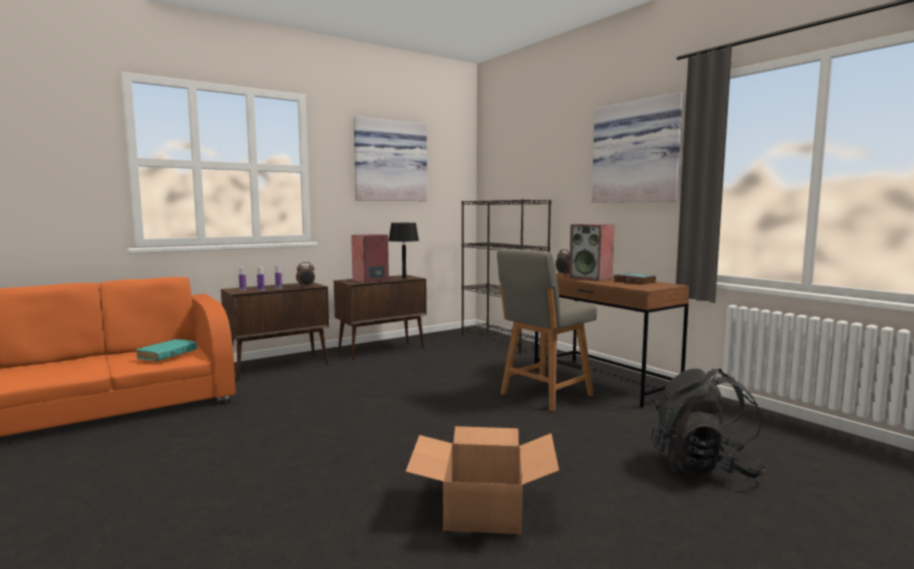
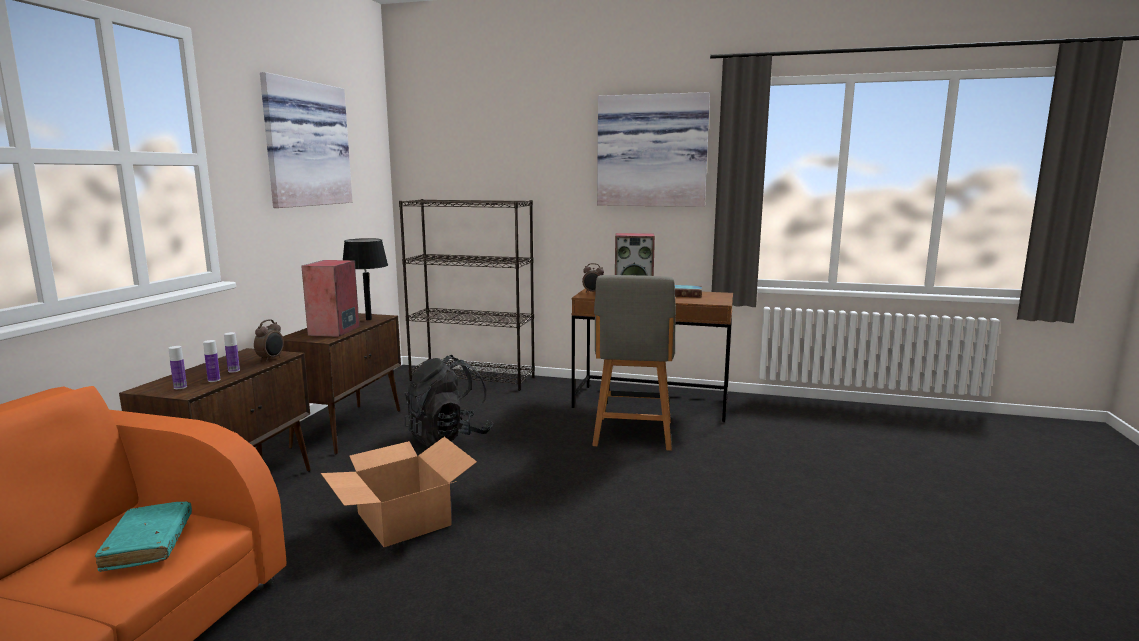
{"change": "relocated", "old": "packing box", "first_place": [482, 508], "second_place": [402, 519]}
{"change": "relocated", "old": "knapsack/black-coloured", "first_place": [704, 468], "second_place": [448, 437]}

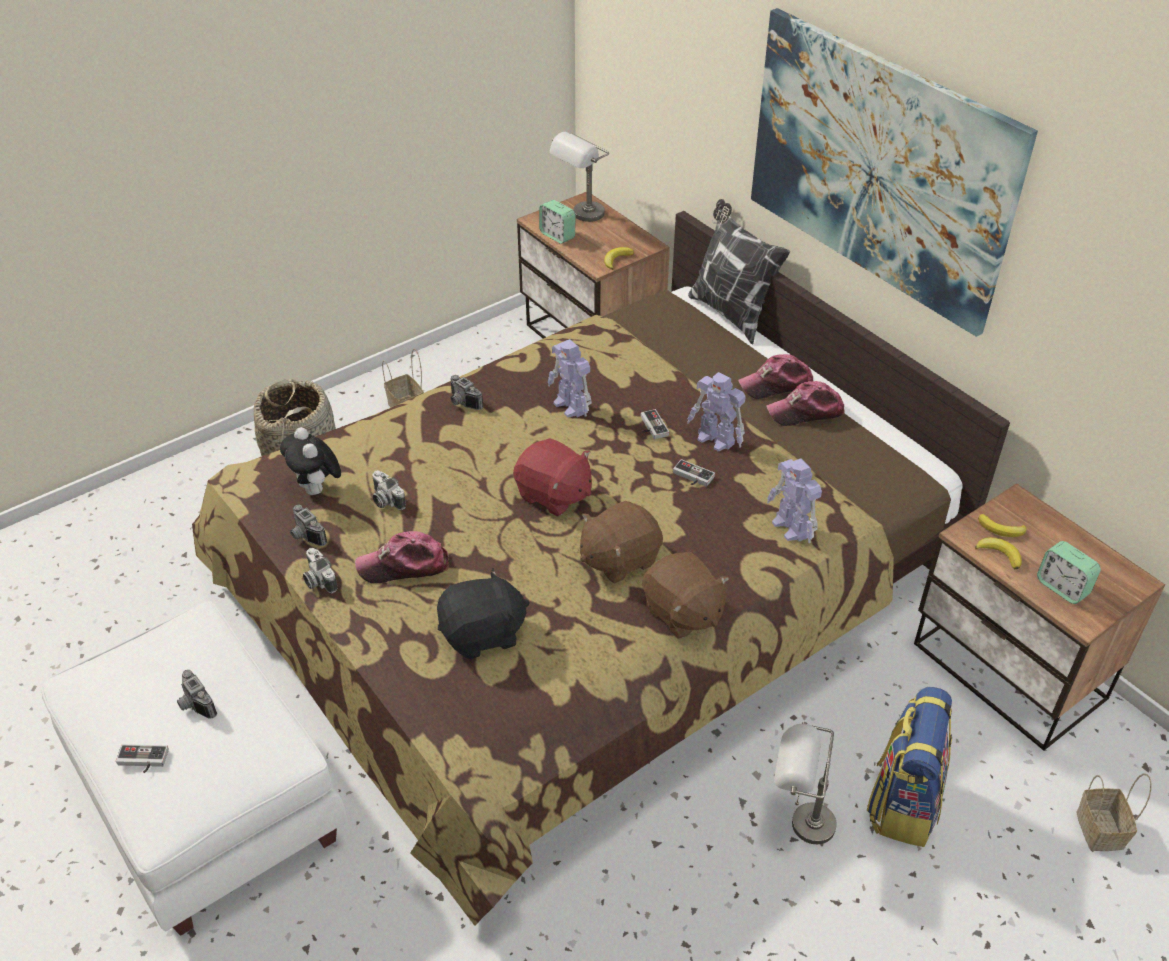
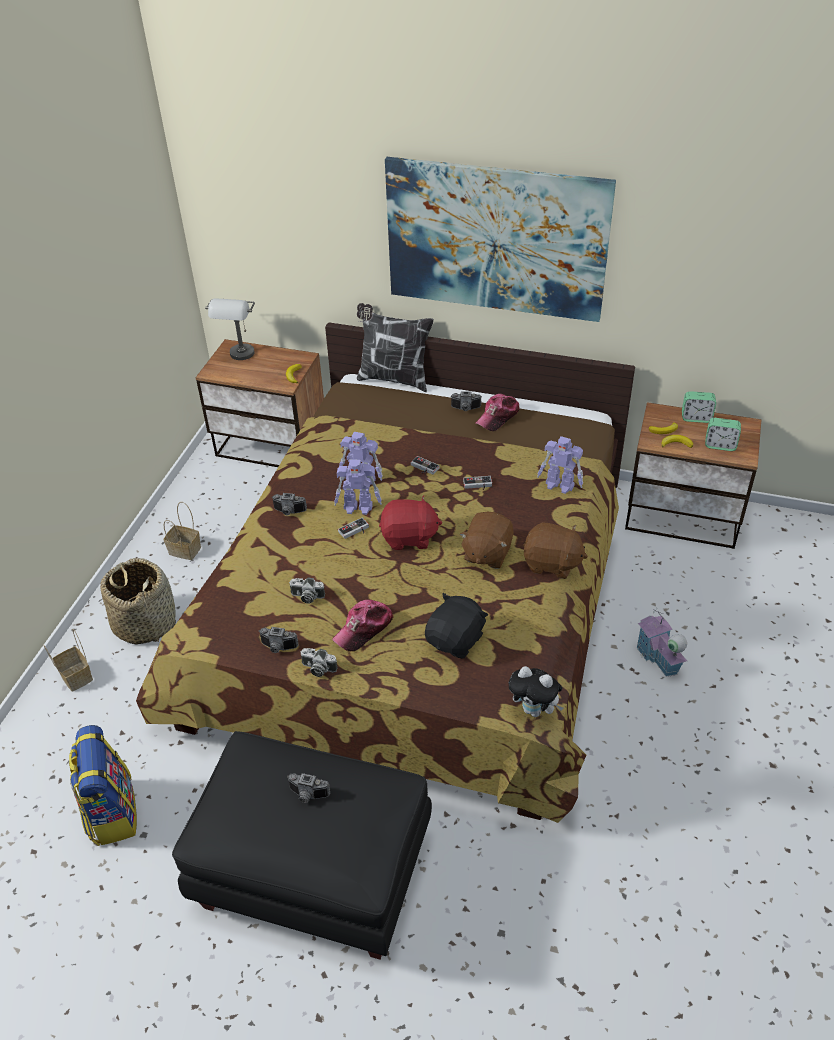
{"change": "relocated", "old": "joypad", "first_place": [142, 761], "second_place": [355, 531]}
{"change": "relocated", "old": "cuddly toy", "first_place": [317, 490], "second_place": [534, 710]}
{"change": "relocated", "old": "table clock", "first_place": [557, 236], "second_place": [696, 418]}
{"change": "relocated", "old": "toy robot", "first_place": [716, 440], "second_place": [359, 507]}
{"change": "relocated", "old": "knapsack", "first_place": [903, 802], "second_place": [111, 812]}
{"change": "relocated", "old": "storage basket", "first_place": [1098, 828], "second_place": [75, 676]}
{"change": "exchanged", "old": "peaked cap", "new": "photo camera", "first_place": [776, 384], "second_place": [465, 409]}
{"change": "exchanged", "old": "table lamp/grey", "new": "model house", "first_place": [797, 822], "second_place": [657, 658]}
{"change": "colour", "old": "pouffe/white-coloured", "new": "pouffe/black-coloured", "first_place": [211, 803], "second_place": [315, 871]}

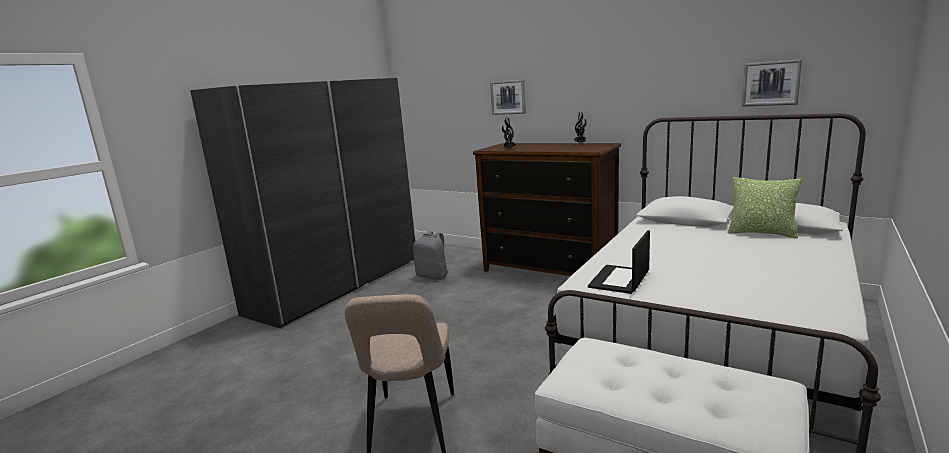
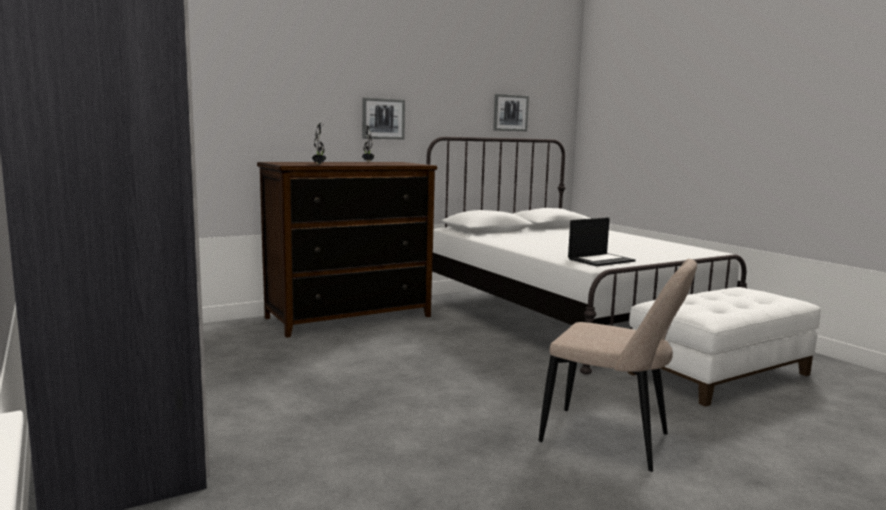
{"change": "missing", "old": "knapsack/grey", "first_place": [433, 276]}
{"change": "missing", "old": "pillow", "first_place": [761, 233]}
{"change": "relocated", "old": "wall picture", "first_place": [508, 97], "second_place": [383, 119]}
{"change": "spun", "old": "portable computer", "first_place": [619, 280], "second_place": [601, 260], "degrees": -90}

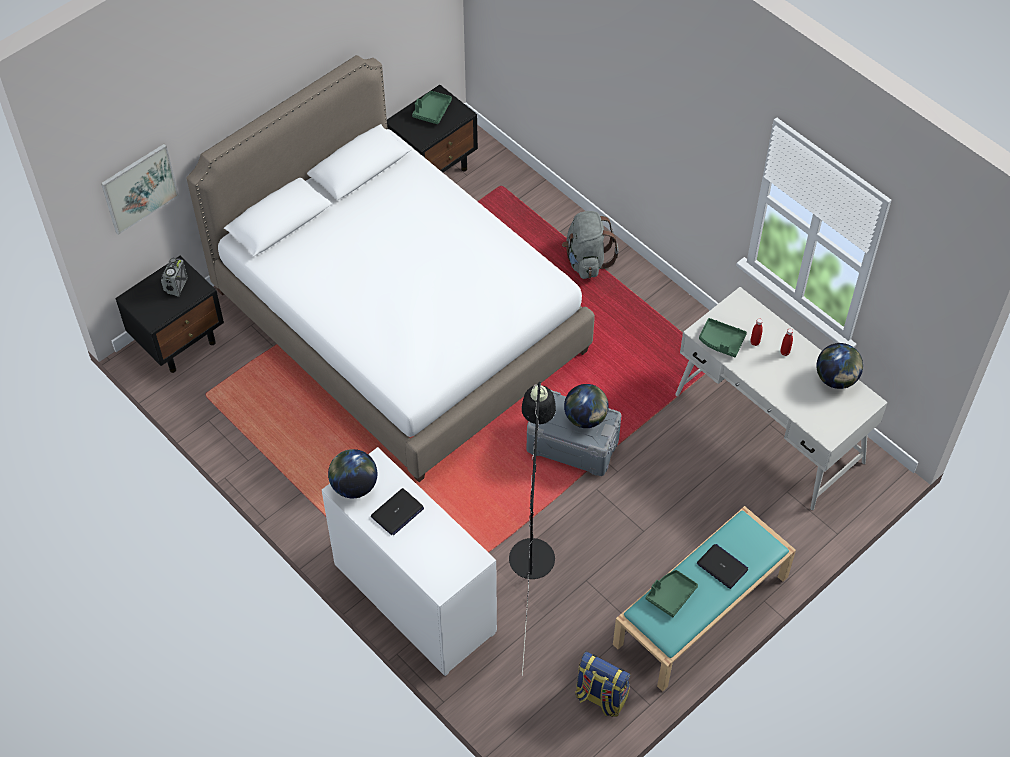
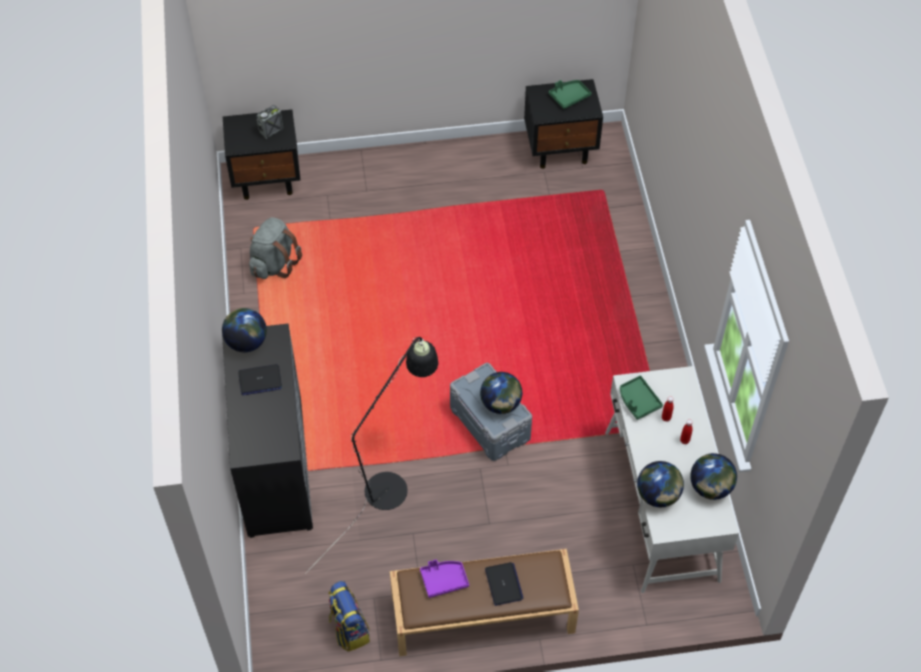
{"change": "missing", "old": "wall picture", "first_place": [139, 188]}
{"change": "missing", "old": "sleeping bed/white-coloured", "first_place": [399, 321]}
{"change": "appeared", "new": "world globe", "second_place": [658, 495]}
{"change": "relocated", "old": "knapsack/grey", "first_place": [586, 260], "second_place": [274, 263]}
{"change": "colour", "old": "chest of drawers/white-coloured", "new": "chest of drawers/black-coloured", "first_place": [414, 599], "second_place": [275, 467]}
{"change": "colour", "old": "long seat/blue-green", "new": "long seat/brownish", "first_place": [701, 611], "second_place": [481, 614]}
{"change": "colour", "old": "serving tray/green-coloured", "new": "serving tray/purplish", "first_place": [670, 595], "second_place": [444, 580]}

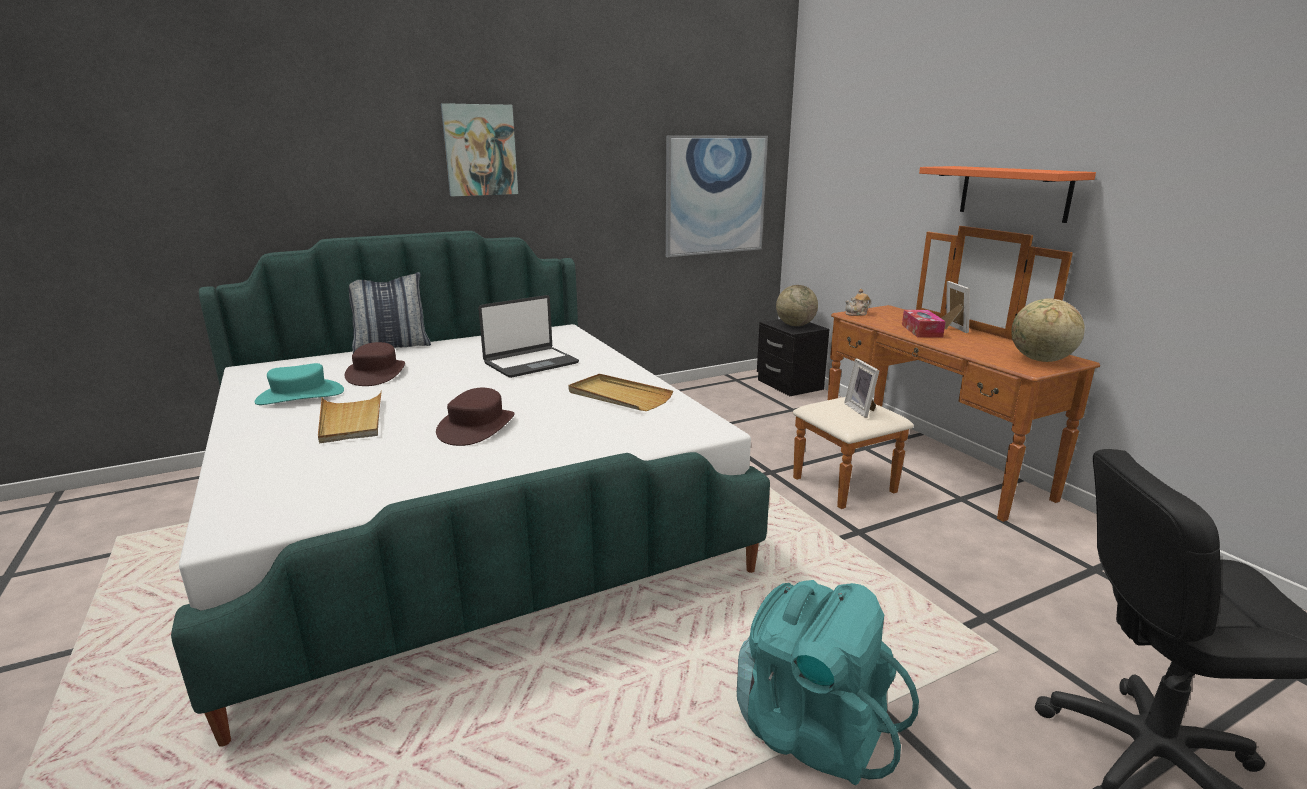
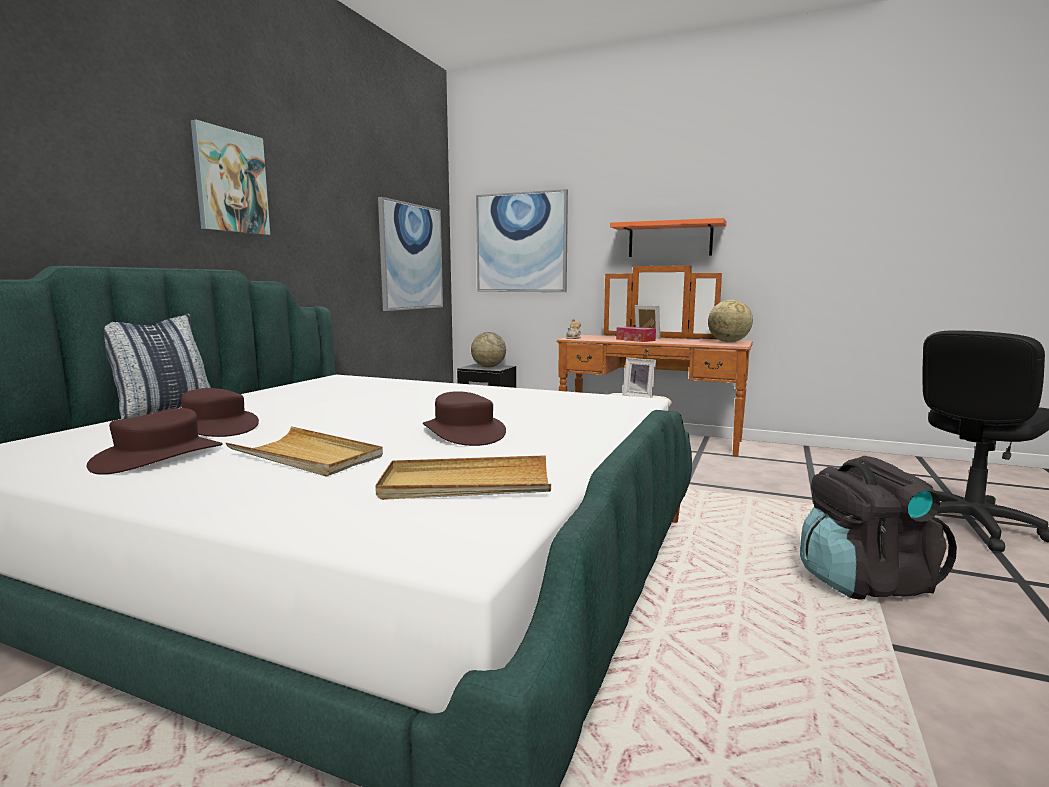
{"change": "missing", "old": "portable computer", "first_place": [530, 363]}
{"change": "appeared", "new": "wall picture", "second_place": [521, 243]}
{"change": "relocated", "old": "serving tray/beige-coloured", "first_place": [618, 396], "second_place": [466, 484]}
{"change": "colour", "old": "hat/blue-green", "new": "hat/brownish", "first_place": [300, 396], "second_place": [159, 457]}
{"change": "colour", "old": "knapsack/blue-green", "new": "knapsack/black-coloured", "first_place": [812, 729], "second_place": [864, 582]}

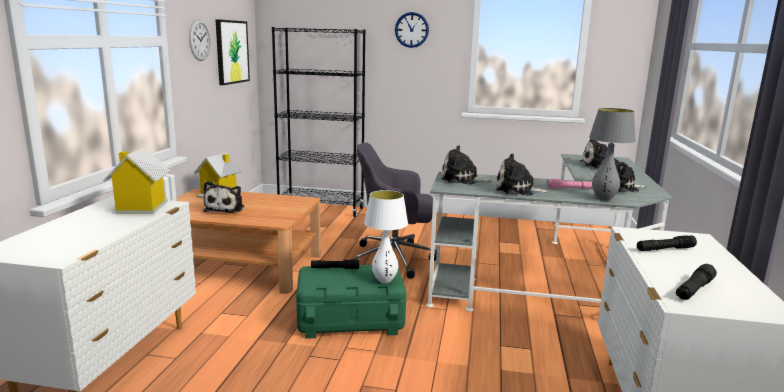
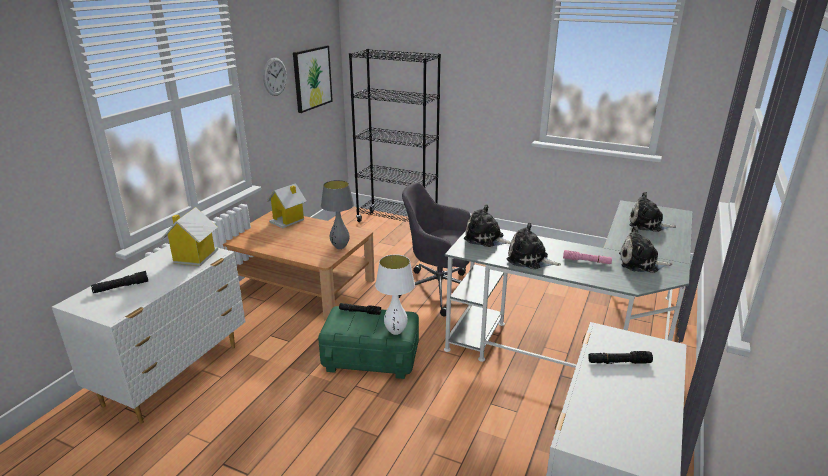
{"change": "missing", "old": "cuddly toy", "first_place": [226, 208]}
{"change": "missing", "old": "hanging clock", "first_place": [411, 30]}
{"change": "relocated", "old": "table lamp/grey", "first_place": [603, 199], "second_place": [340, 247]}
{"change": "relocated", "old": "torch/black-coloured", "first_place": [694, 290], "second_place": [121, 287]}

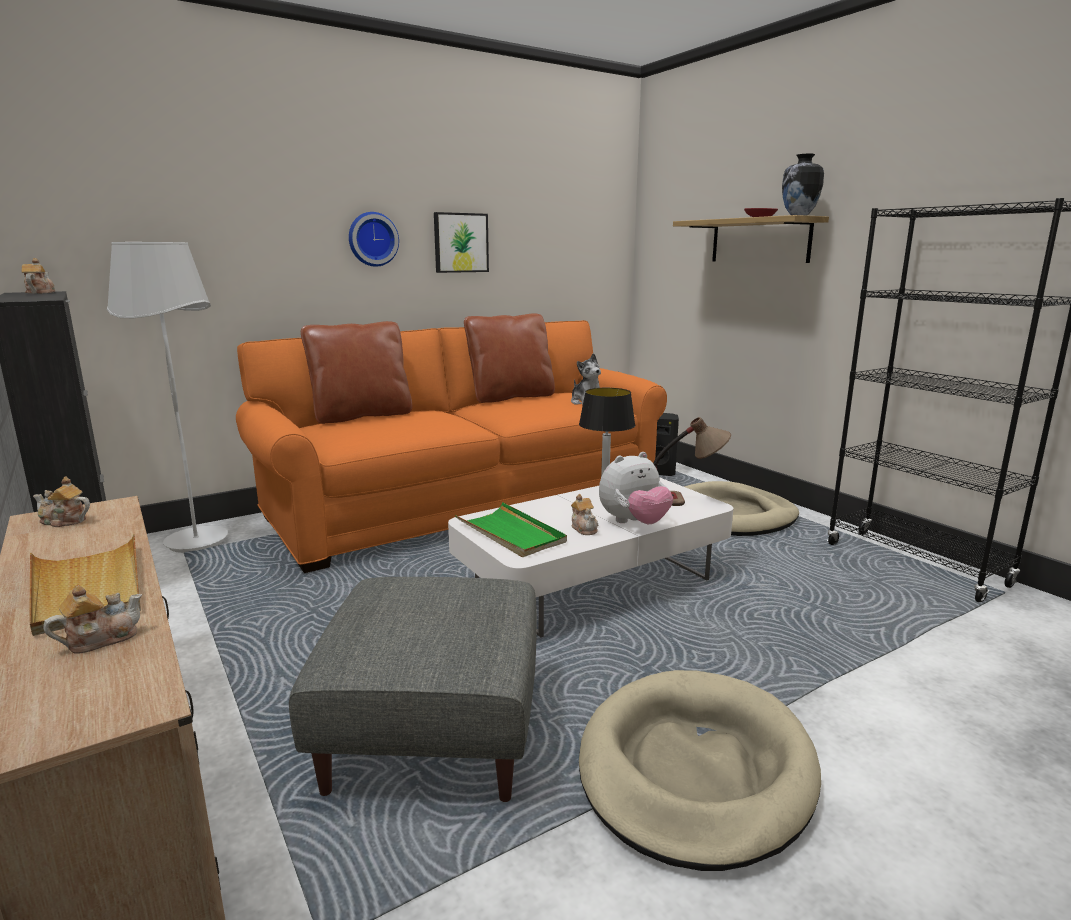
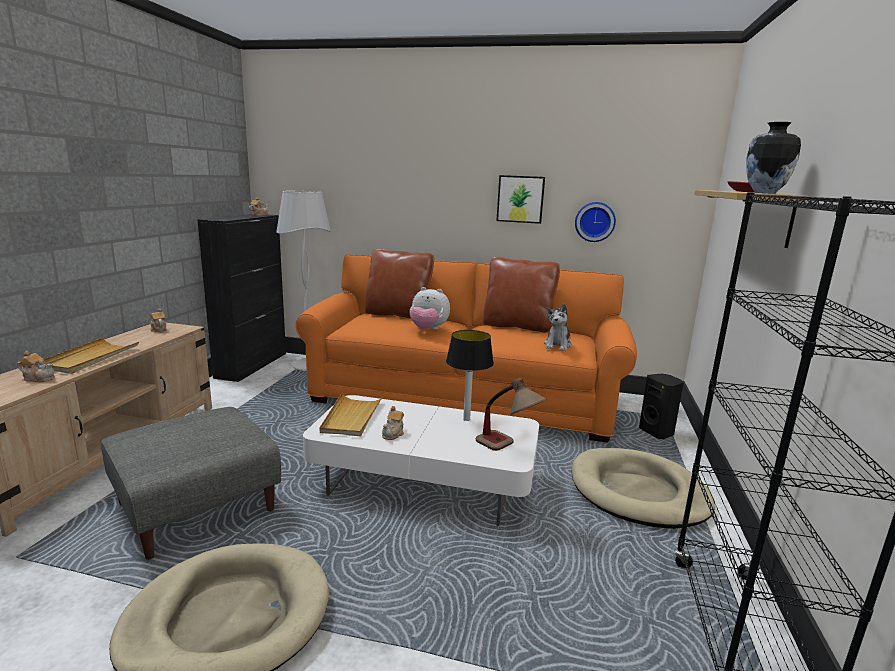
{"change": "relocated", "old": "hanging clock", "first_place": [372, 239], "second_place": [594, 222]}
{"change": "relocated", "old": "cuddly toy", "first_place": [634, 523], "second_place": [428, 329]}
{"change": "colour", "old": "serving tray/green-coloured", "new": "serving tray/beige-coloured", "first_place": [511, 533], "second_place": [351, 417]}

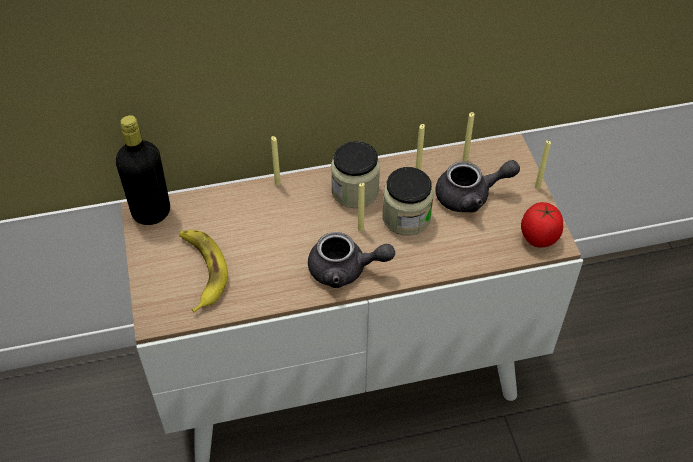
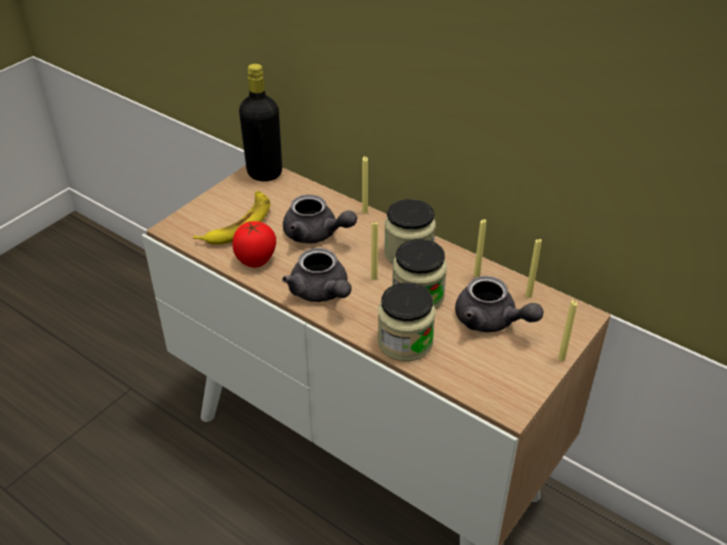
{"change": "appeared", "new": "teapot/grey", "second_place": [316, 235]}
{"change": "appeared", "new": "preserve jar", "second_place": [405, 342]}
{"change": "relocated", "old": "tomato", "first_place": [539, 238], "second_place": [256, 260]}

